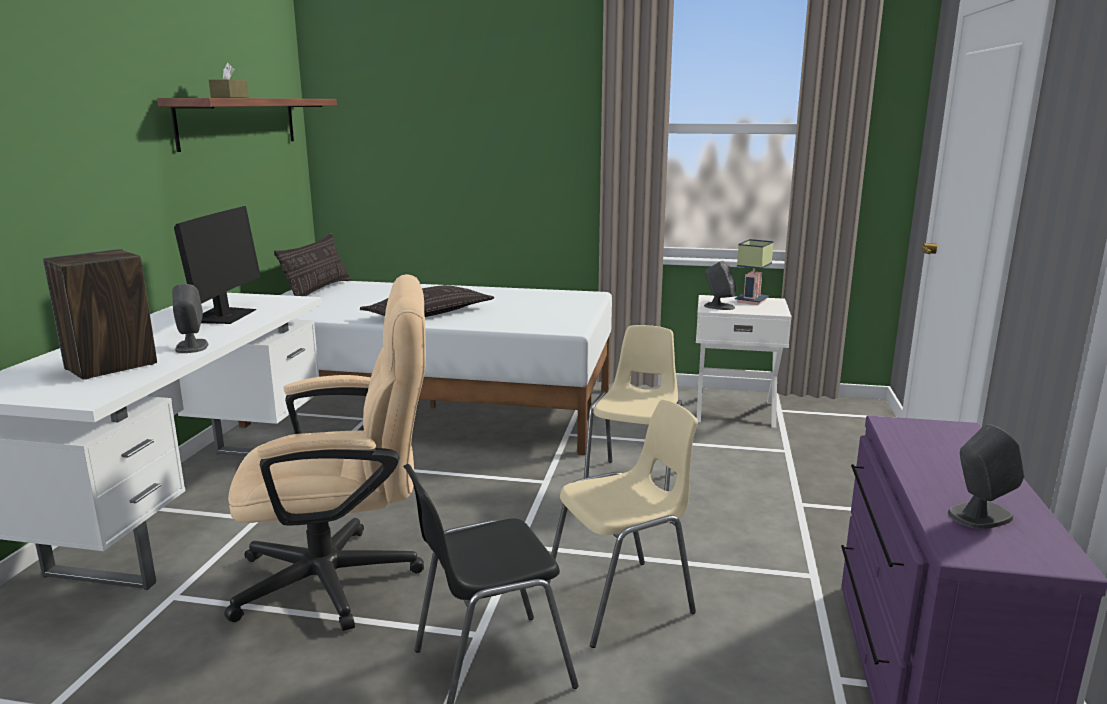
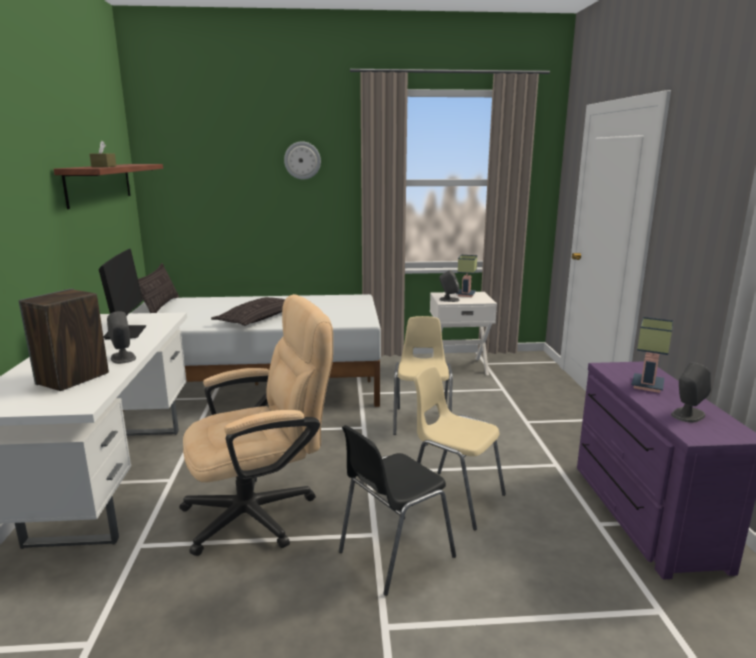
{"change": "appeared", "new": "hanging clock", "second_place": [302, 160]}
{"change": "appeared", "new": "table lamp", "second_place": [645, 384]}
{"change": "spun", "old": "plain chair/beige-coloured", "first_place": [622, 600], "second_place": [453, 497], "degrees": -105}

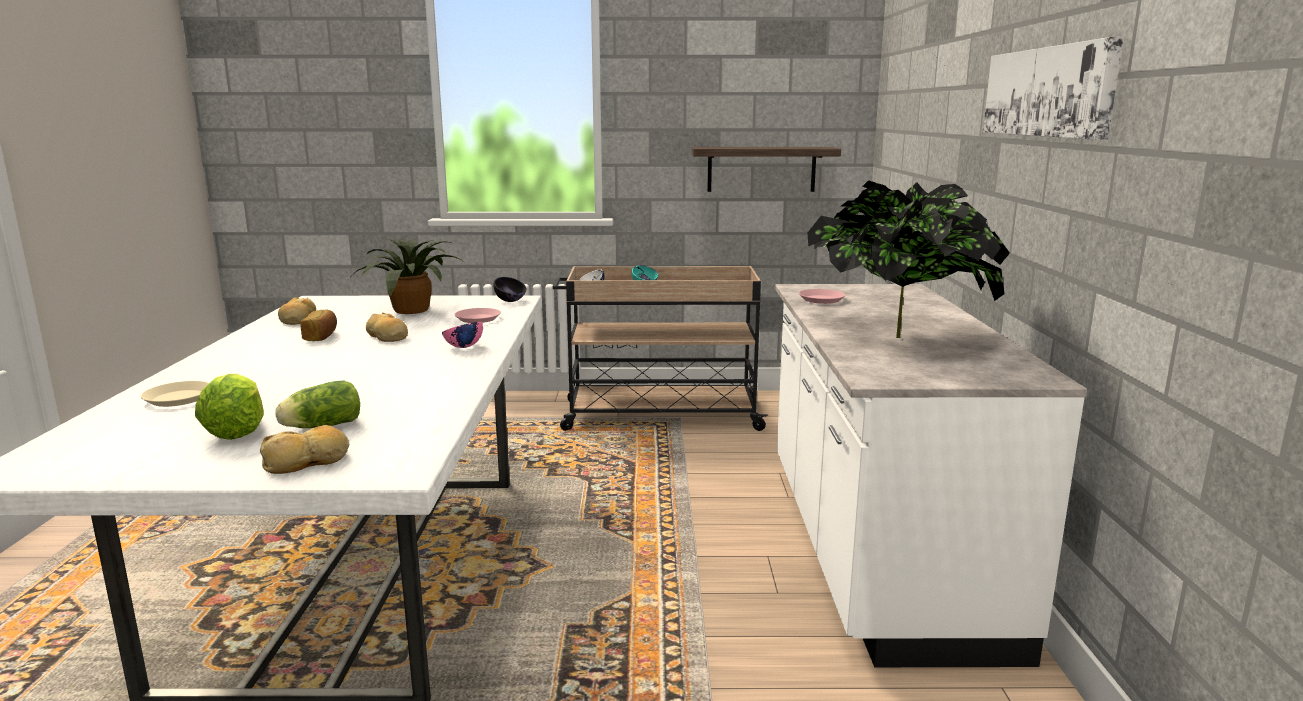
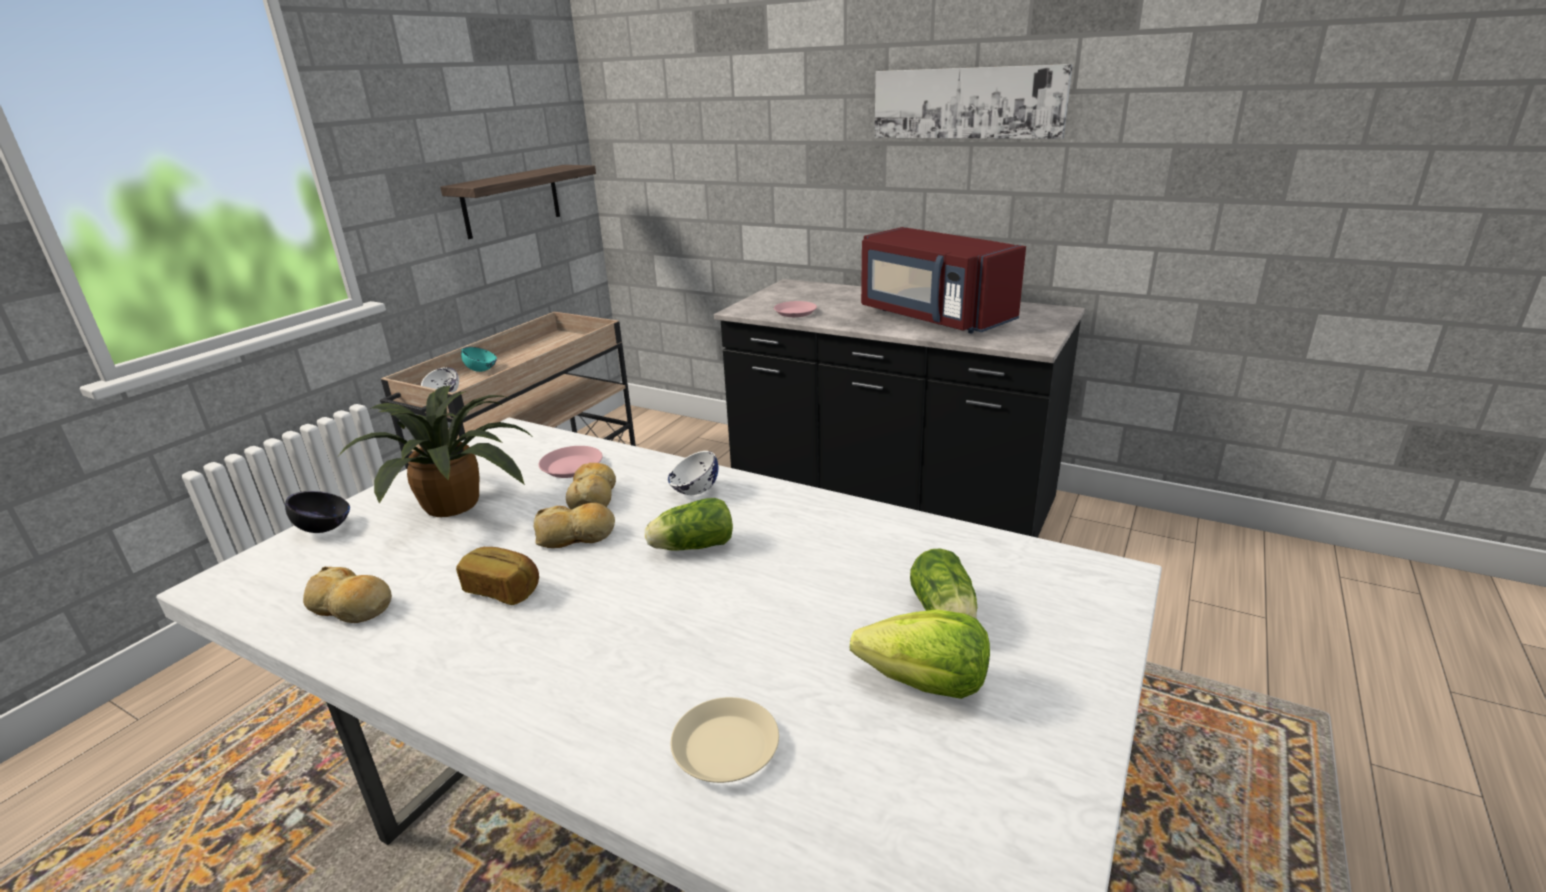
{"change": "appeared", "new": "lettuce head", "second_place": [690, 547]}
{"change": "relocated", "old": "baked bread", "first_place": [307, 462], "second_place": [593, 497]}
{"change": "relocated", "old": "deep dish/black-coloured", "first_place": [510, 301], "second_place": [325, 528]}
{"change": "exchanged", "old": "potted plant", "new": "microwave/reddish", "first_place": [898, 336], "second_place": [932, 317]}
{"change": "colour", "old": "deep dish/pink", "new": "deep dish/white-coloured", "first_place": [463, 347], "second_place": [694, 491]}
{"change": "colour", "old": "kitchen counter/white-coloured", "new": "kitchen counter/black-coloured", "first_place": [875, 549], "second_place": [889, 495]}

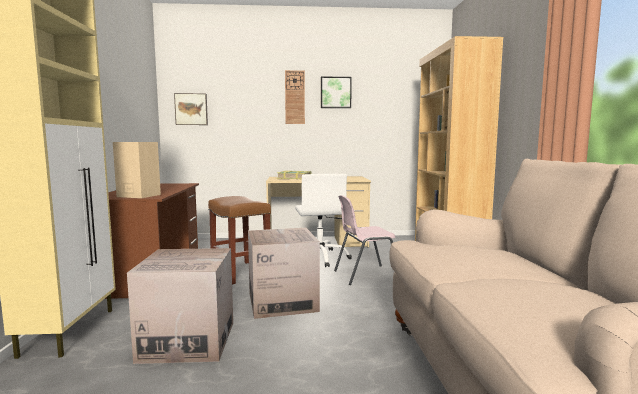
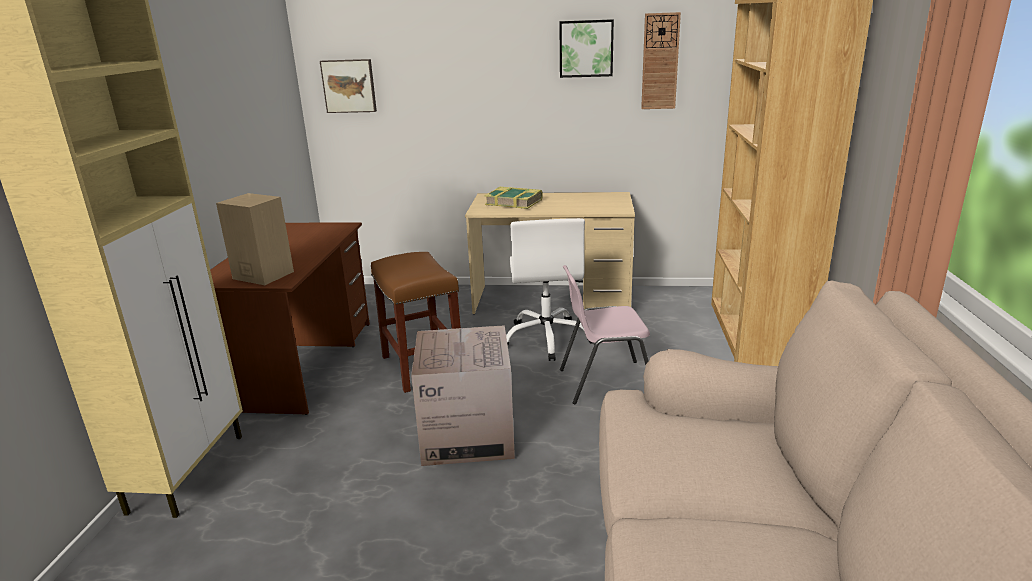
{"change": "missing", "old": "packing box", "first_place": [188, 341]}
{"change": "relocated", "old": "hanging clock", "first_place": [295, 97], "second_place": [660, 61]}

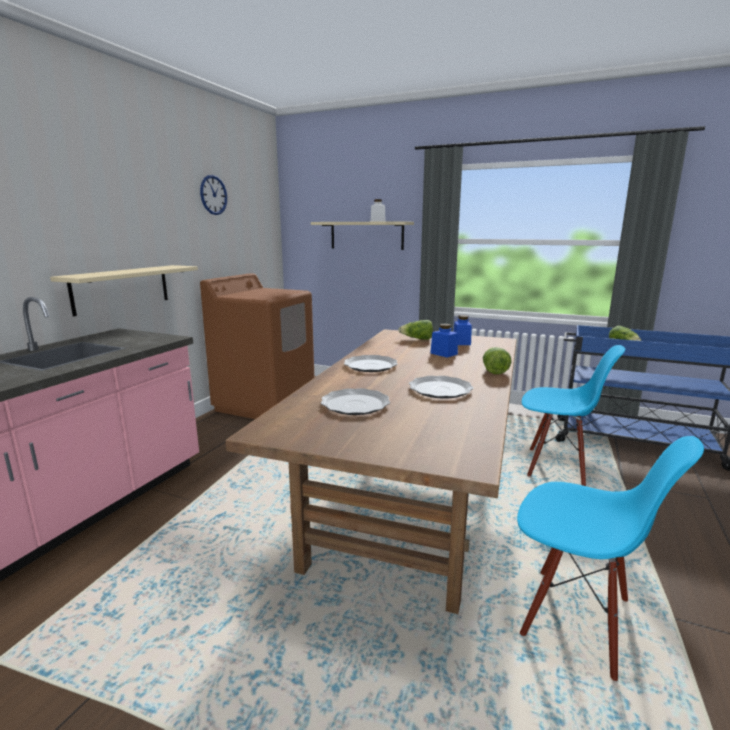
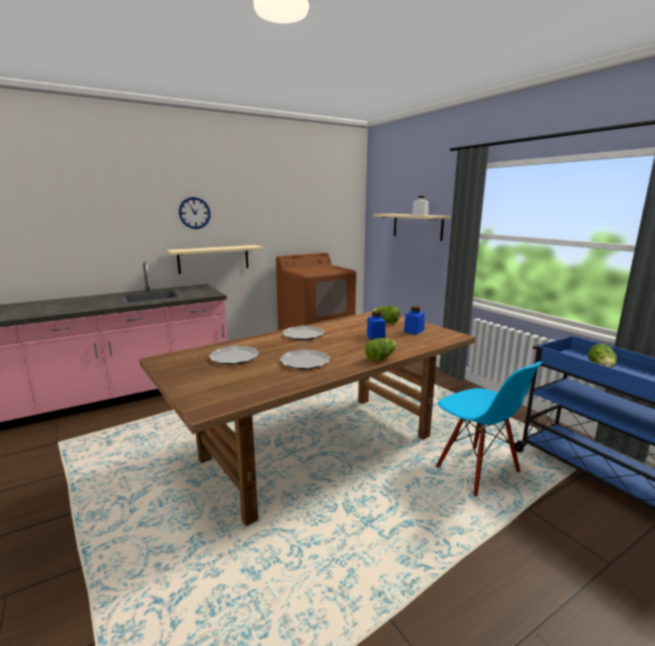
{"change": "missing", "old": "plain chair/blue", "first_place": [576, 619]}
{"change": "relocated", "old": "hanging clock", "first_place": [213, 195], "second_place": [194, 213]}

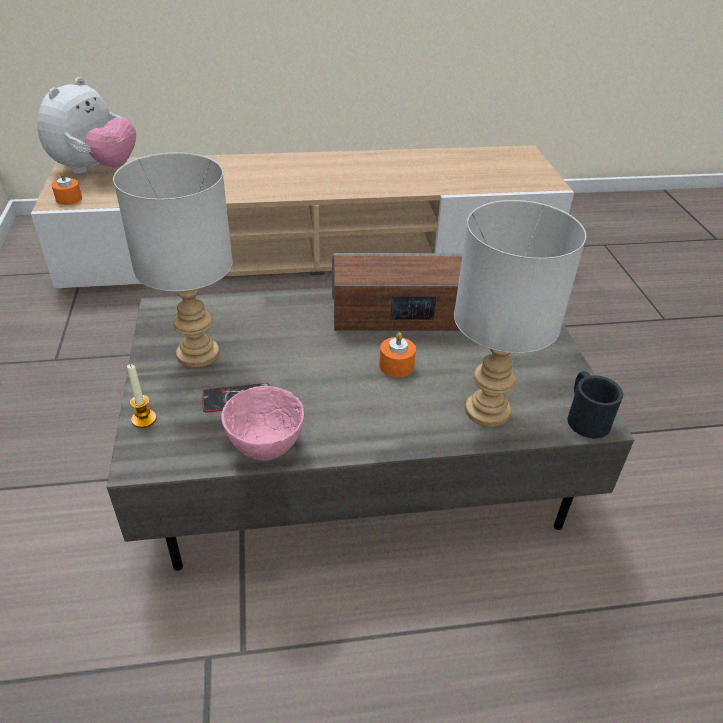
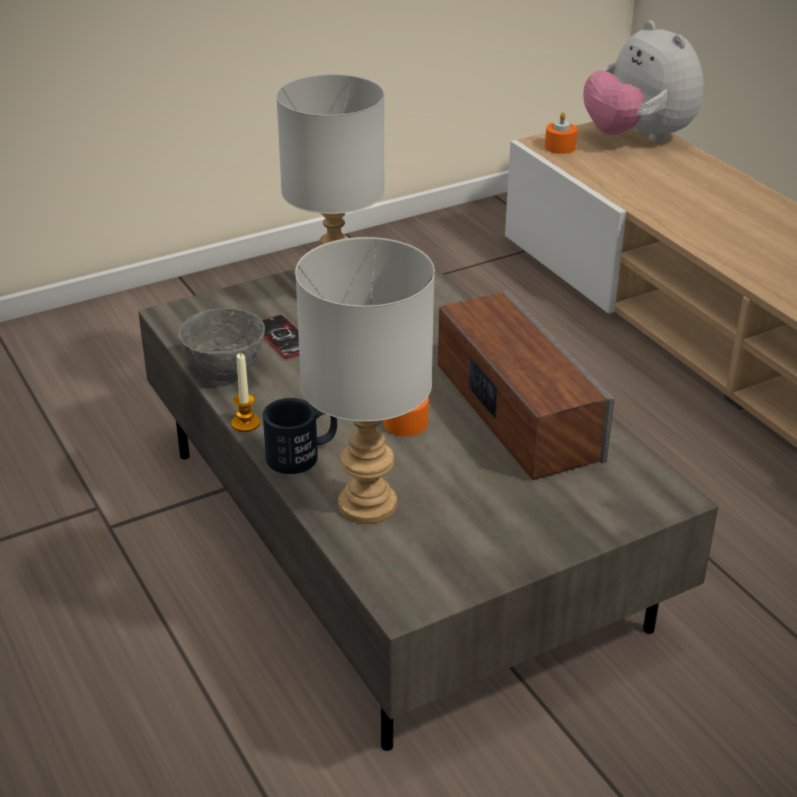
{"change": "relocated", "old": "wax candle", "first_place": [144, 419], "second_place": [245, 423]}
{"change": "relocated", "old": "mug/black-coloured", "first_place": [584, 416], "second_place": [302, 454]}
{"change": "colour", "old": "deep dish/pink", "new": "deep dish/grey", "first_place": [264, 448], "second_place": [223, 372]}
{"change": "spun", "old": "cuddly toy", "first_place": [95, 170], "second_place": [638, 138], "degrees": 60}

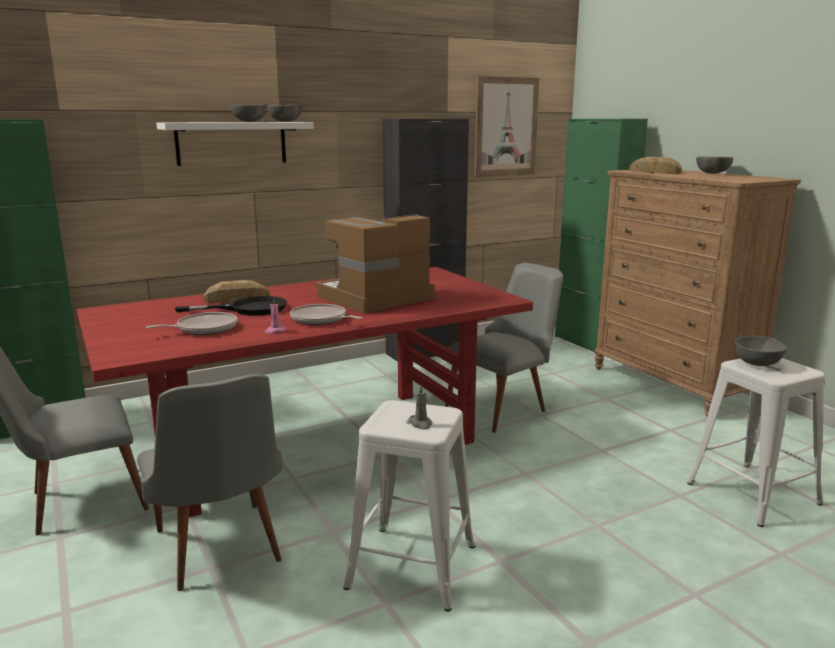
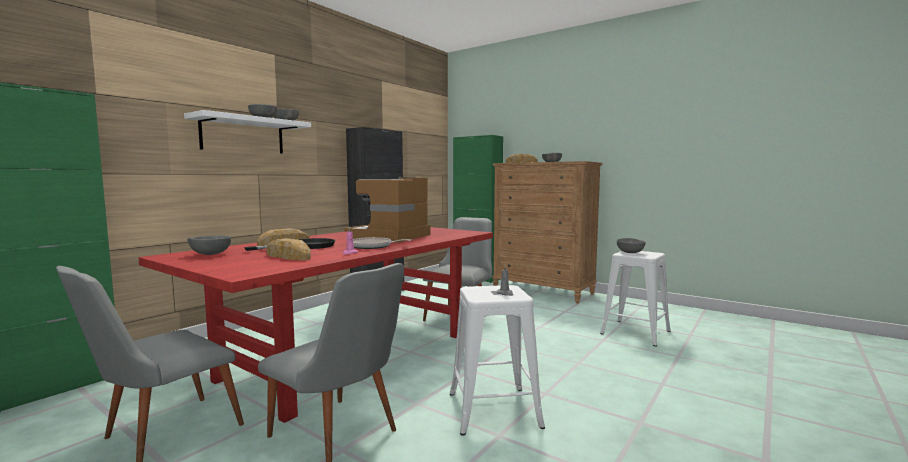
{"change": "missing", "old": "wall picture", "first_place": [506, 127]}
{"change": "appeared", "new": "deep dish/grey", "second_place": [209, 254]}
{"change": "exchanged", "old": "frying pan", "new": "baked bread", "first_place": [204, 329], "second_place": [288, 256]}

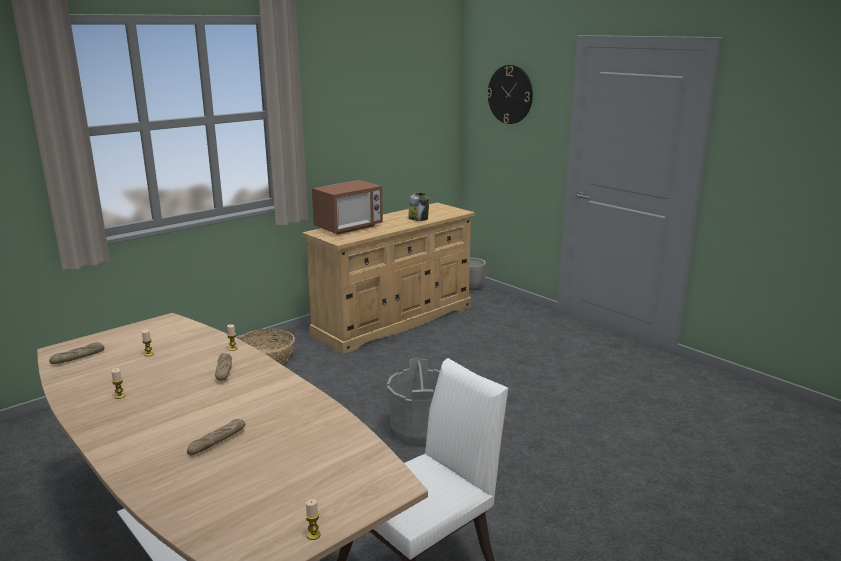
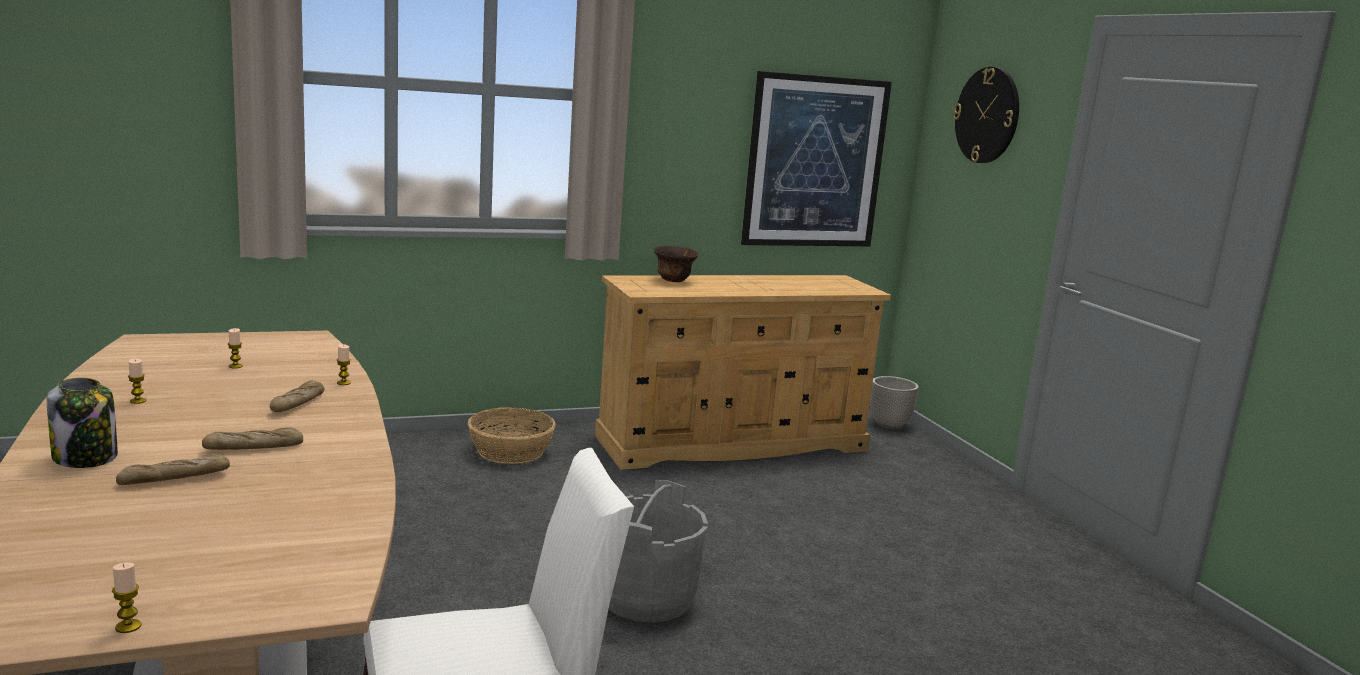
{"change": "appeared", "new": "wall picture", "second_place": [815, 162]}
{"change": "relocated", "old": "baked bread", "first_place": [78, 358], "second_place": [253, 448]}
{"change": "relocated", "old": "preserve jar", "first_place": [418, 219], "second_place": [86, 458]}
{"change": "exchanged", "old": "microwave", "new": "deep dish/brownish", "first_place": [348, 227], "second_place": [673, 281]}

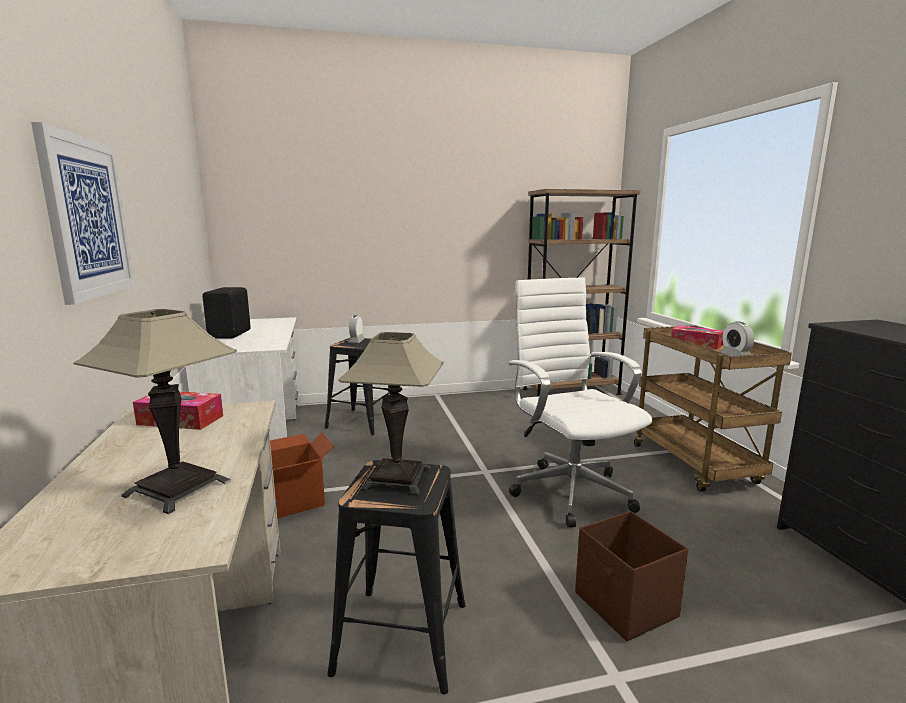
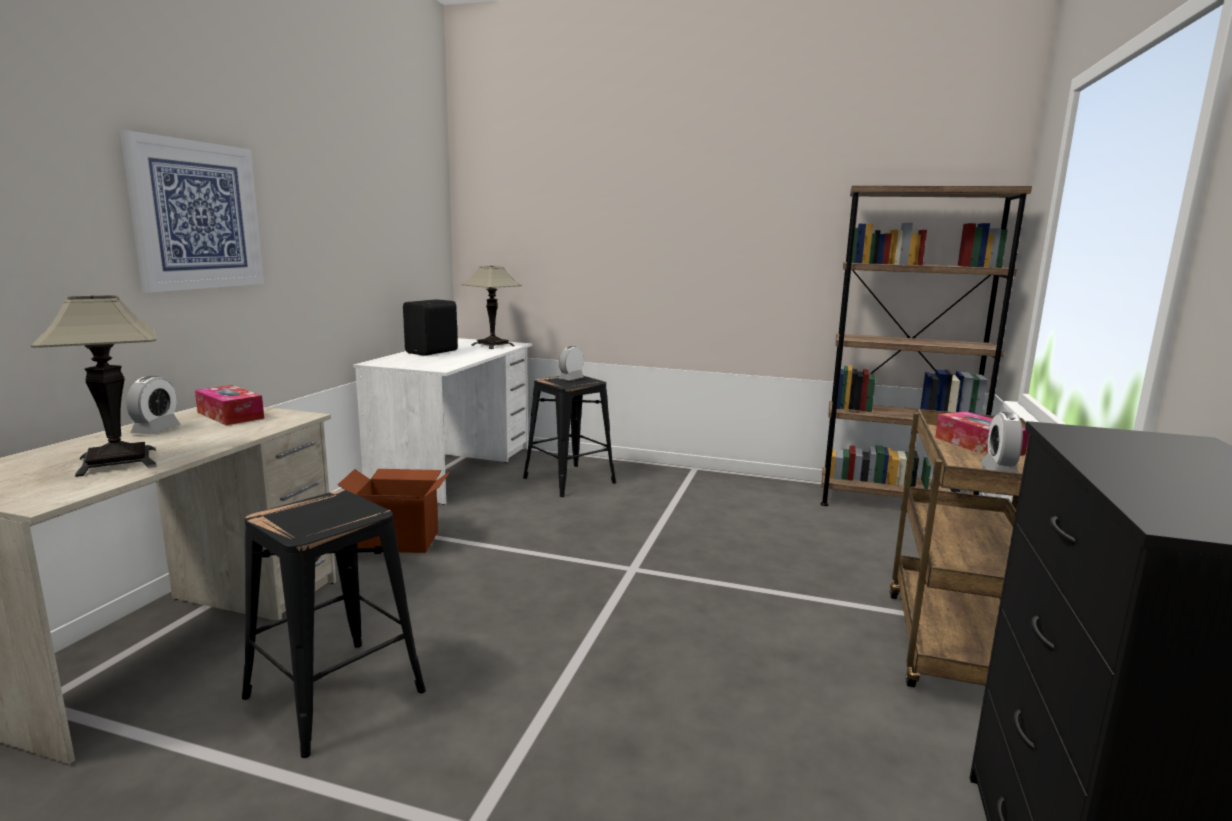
{"change": "missing", "old": "computer chair/white-coloured", "first_place": [569, 490]}
{"change": "missing", "old": "storage bin/brownish", "first_place": [626, 606]}
{"change": "appeared", "new": "table clock", "second_place": [156, 430]}
{"change": "relocated", "old": "table lamp", "first_place": [397, 478], "second_place": [493, 345]}

